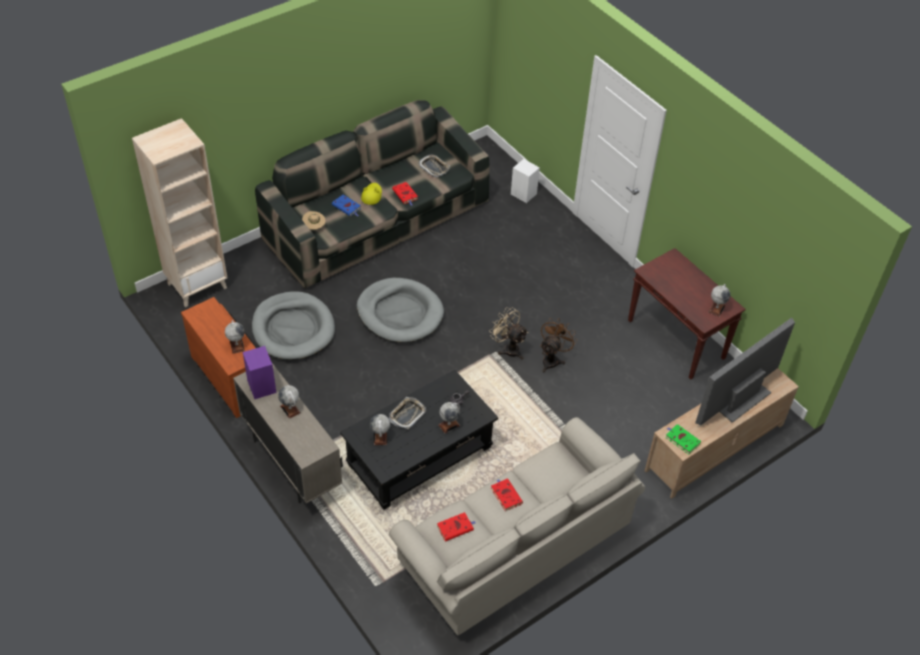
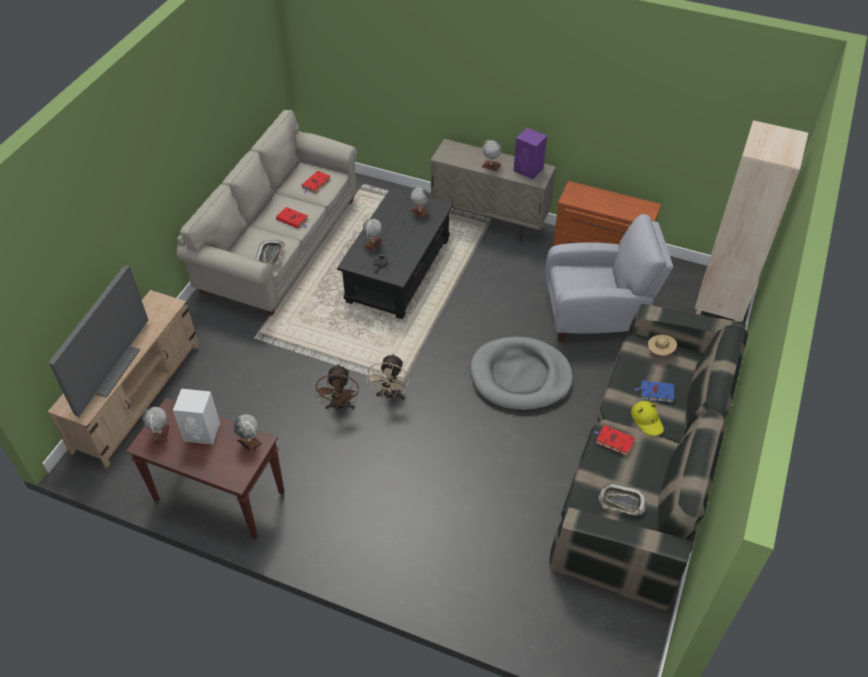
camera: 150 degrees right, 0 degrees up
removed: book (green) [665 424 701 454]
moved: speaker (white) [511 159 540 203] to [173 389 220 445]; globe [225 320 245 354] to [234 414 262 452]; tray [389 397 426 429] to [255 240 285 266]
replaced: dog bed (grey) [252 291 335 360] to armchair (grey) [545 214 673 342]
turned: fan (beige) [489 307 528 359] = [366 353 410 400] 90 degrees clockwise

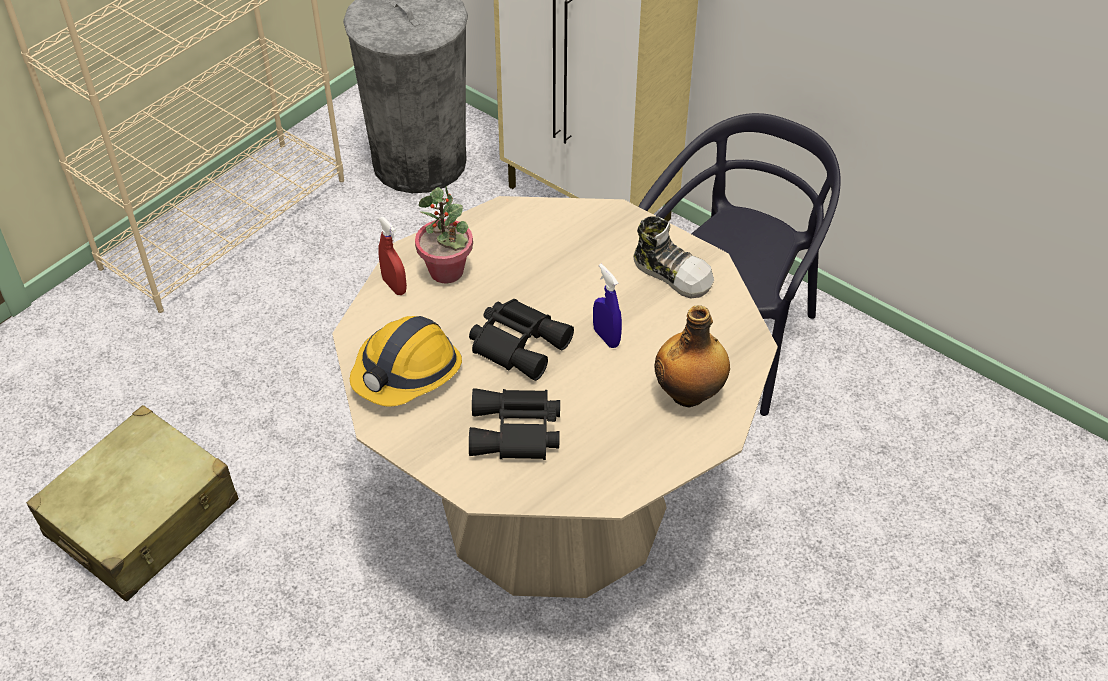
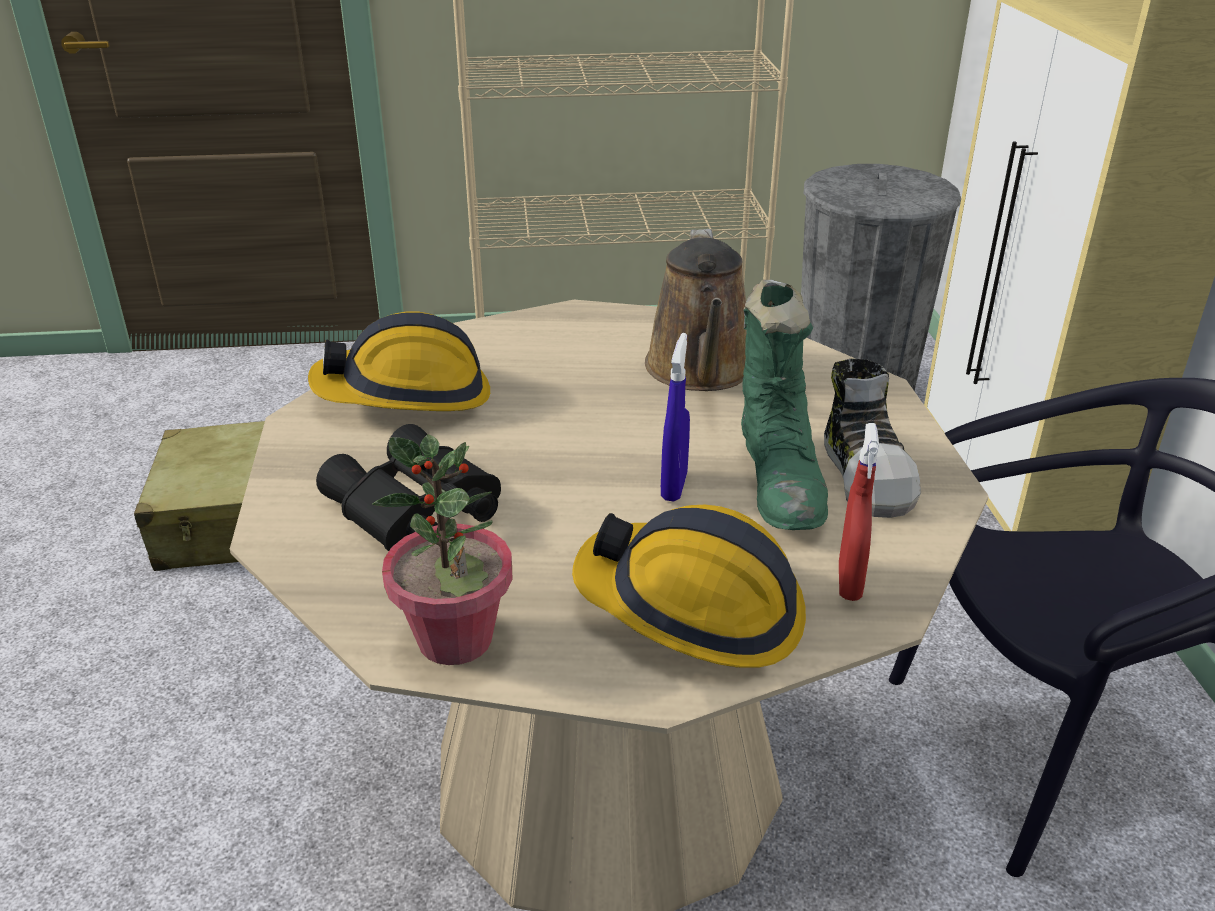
camera: 45 degrees right, 15 degrees down
removed: binoculars (black) [469 299 574 381]
added: watering can (brown) [645 229 747 391]; boot (green) [741 280 828 530]
moved: potted plant [415 186 473 283] to [372 434 512 665]; spray bottle (red) [378 217 407 295] to [839 423 879 601]
replaced: bottle [654 305 730 408] to hard hat [572 505 806 668]

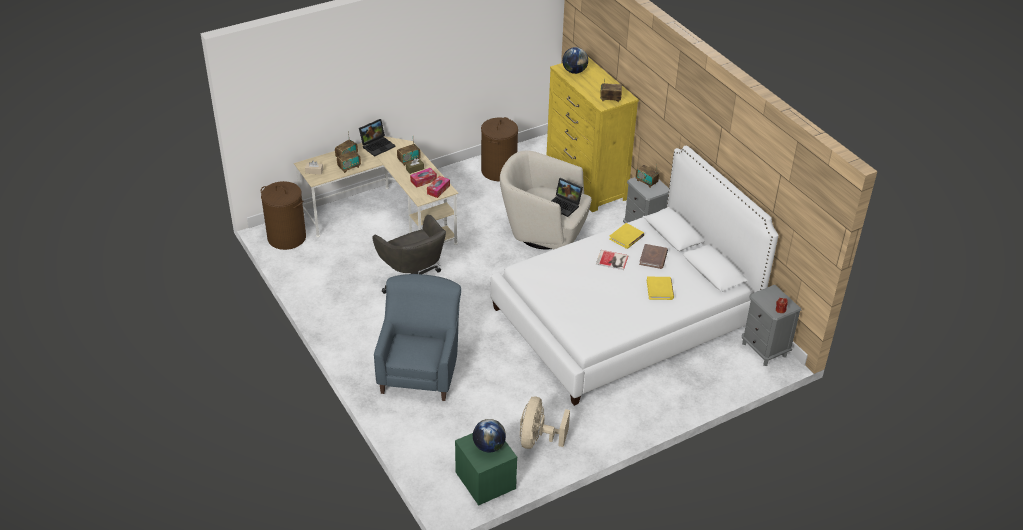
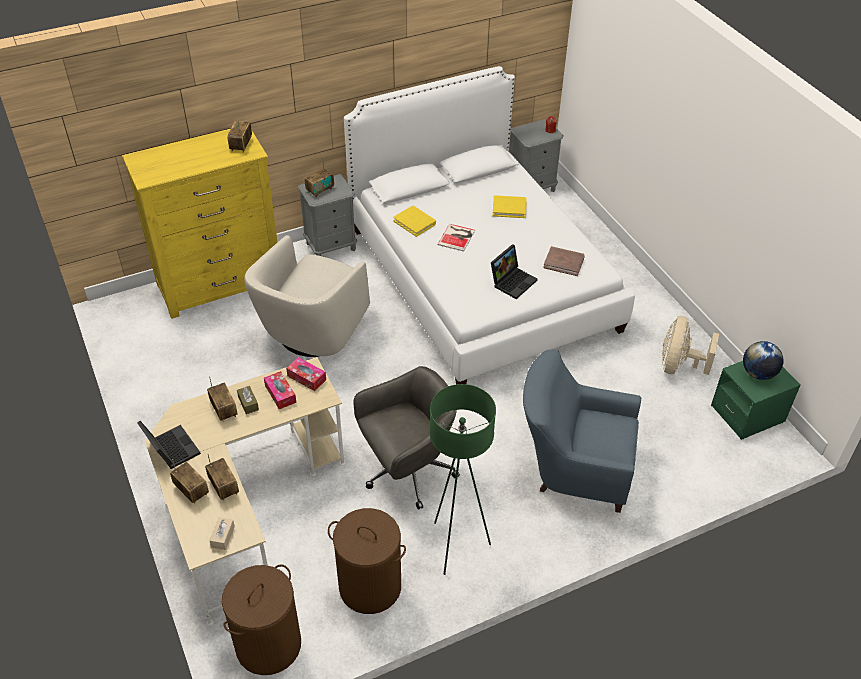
camera: 85 degrees left, 5 degrees up
removed: globe [562 47 588 74]
added: floor lamp (green) [429 384 496 575]
moved: laundry basket (brown) [481 117 518 181] to [328 508 406 614]; laptop [552 178 583 217] to [491 244 538 299]; book (brown) [639 244 668 269] to [543 246 585 276]
turned: fan (beige) [520 397 570 449] = [662 316 719 375] 90 degrees clockwise

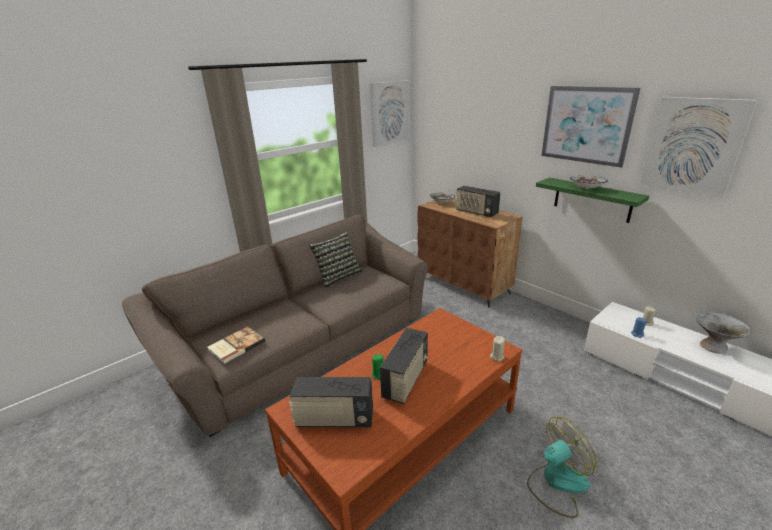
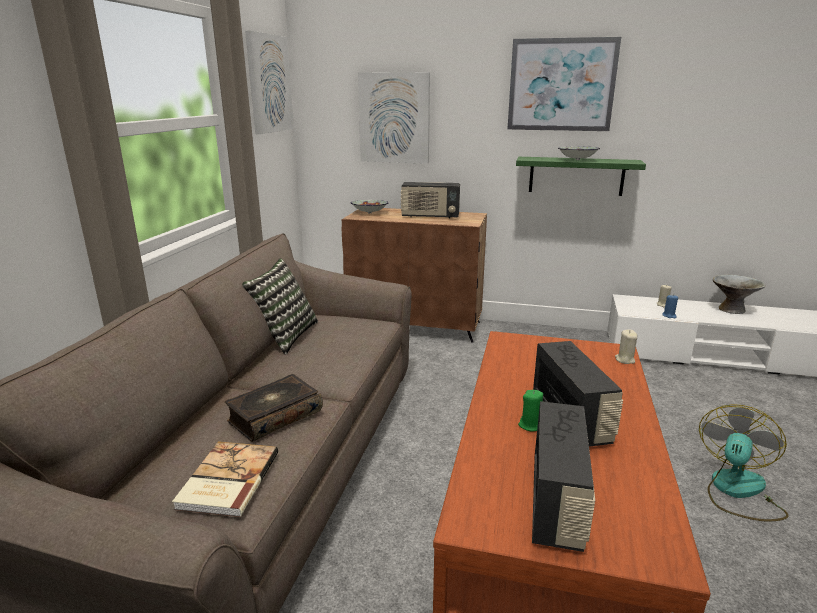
camera: 35 degrees left, 5 degrees down
added: book [225 374 323 442]
moved: picture [640 97 758 198] to [358 72 430 164]
turned: radio [289 377 373 427] = [532 401 595 552] 45 degrees counterclockwise

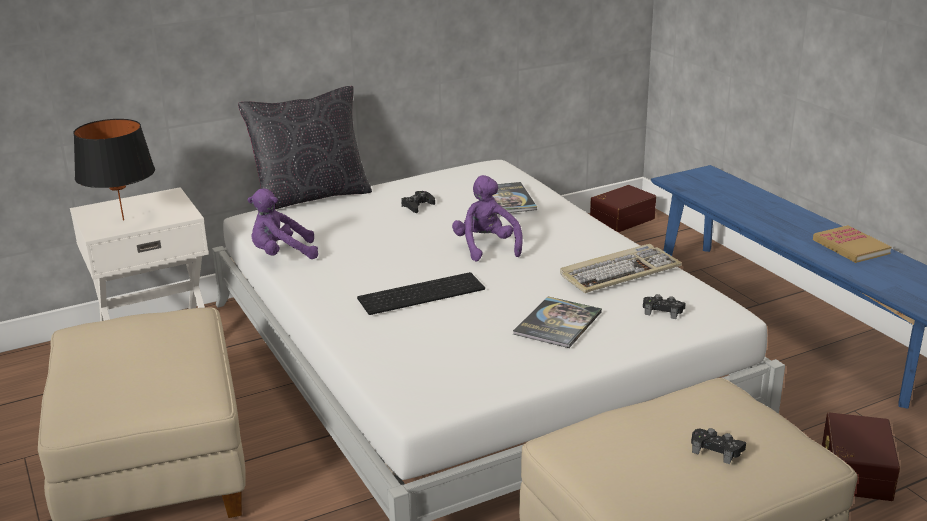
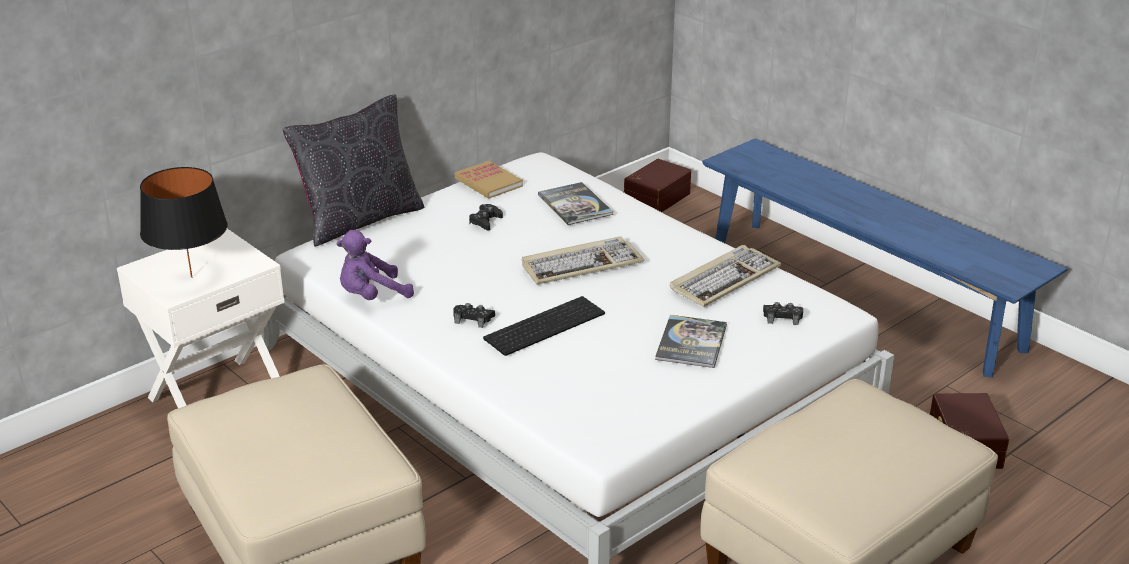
camera: 15 degrees left, 5 degrees up
moved: game controller (black) [691 428 746 464] to [453 303 495 328]; book [813 225 891 263] to [455 161 523 199]
replaced: plush toy (purple) [452 175 523 262] to keyboard [522 236 644 285]

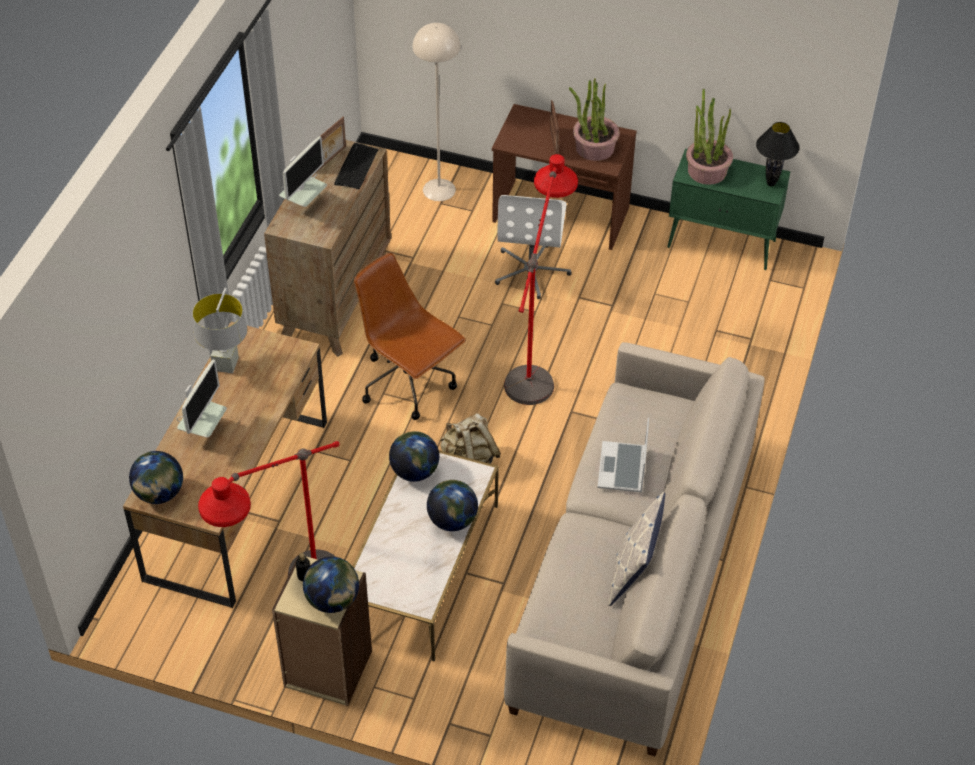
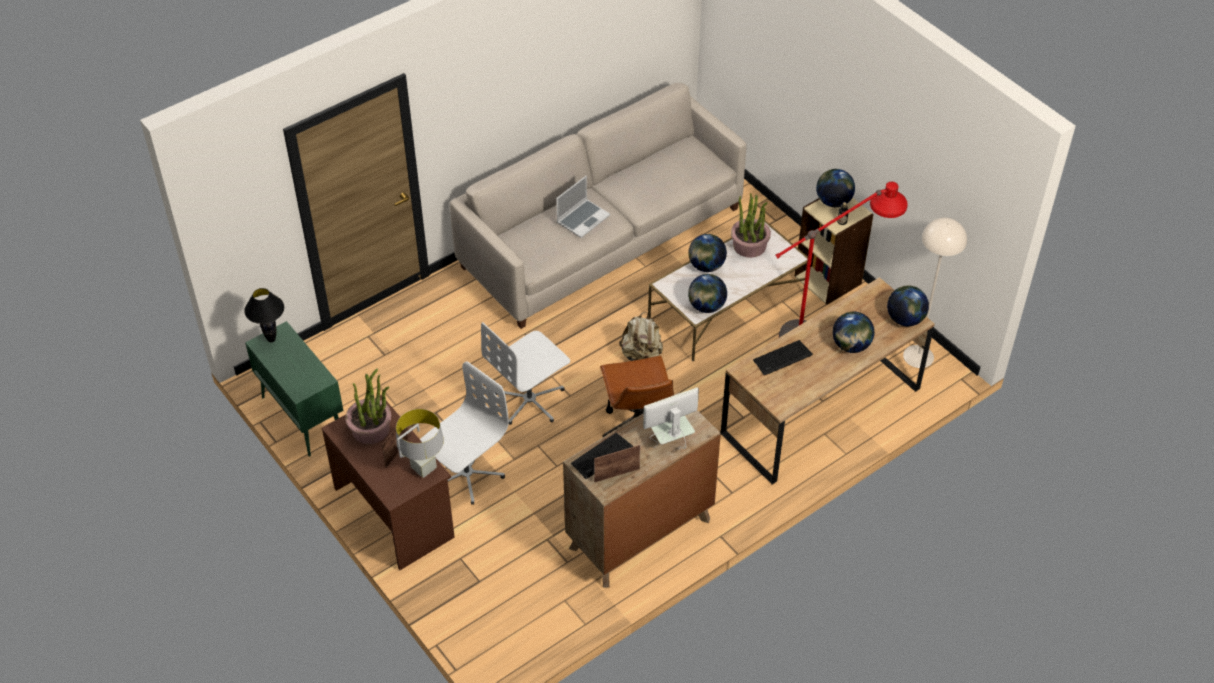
camera: 145 degrees left, 0 degrees up
removed: pillow [608 492 665 606]
added: keyboard [753 340 813 375]
moved: table lamp (grey) [193 288 247 373] to [396 409 444 478]; potted plant [686 89 733 185] to [731 193 771 258]; floor lamp (beige) [412 23 461 201] to [903 218 967 368]
replaced: floor lamp (red) [504 154 578 405] to office chair (white) [481 322 570 425]; monitor [177 360 227 438] to globe [832 312 874 353]

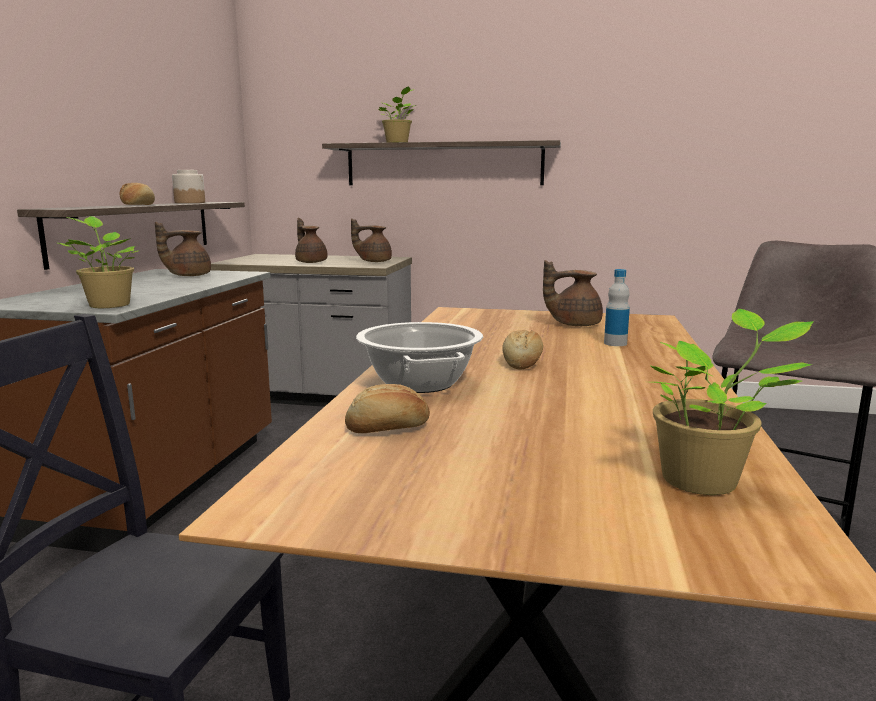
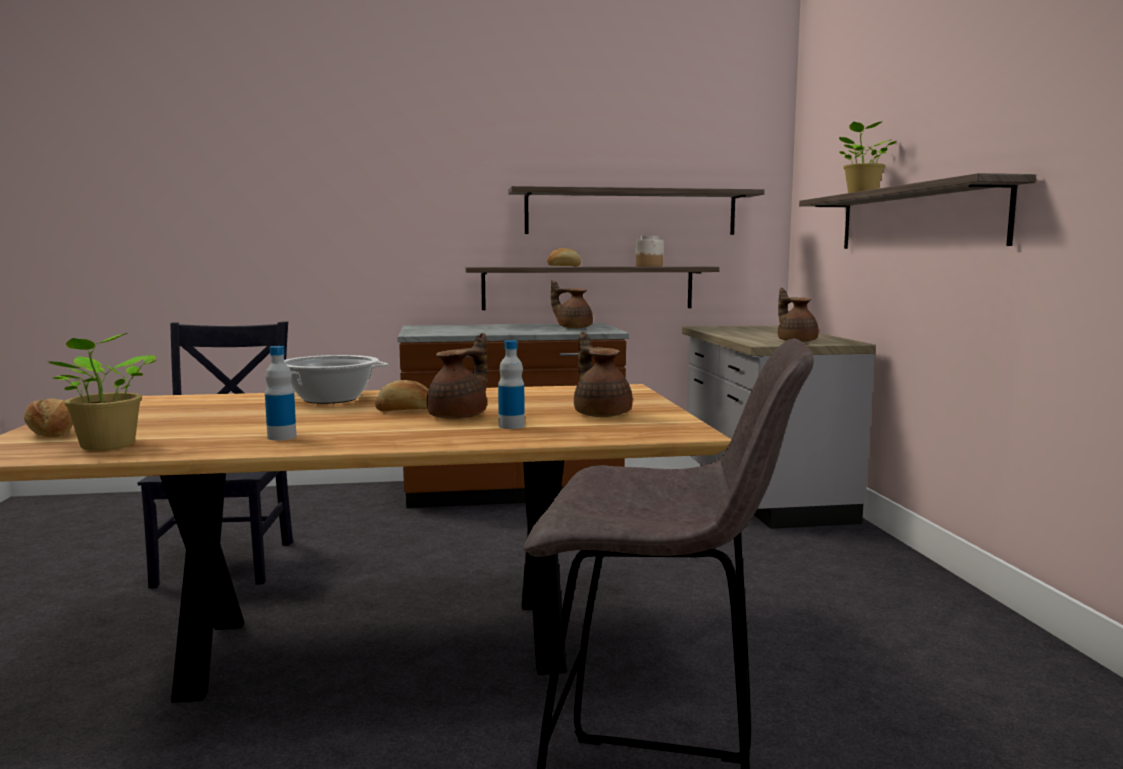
camera: 70 degrees right, 5 degrees down
removed: potted plant [58 216 141 308]
added: bottle [265 346 296 440]; shelf [508 186 765 235]
moved: bread [345 384 430 433] to [24 399 73 437]; teapot (brown) [295 218 327 263] to [427 333 488 419]

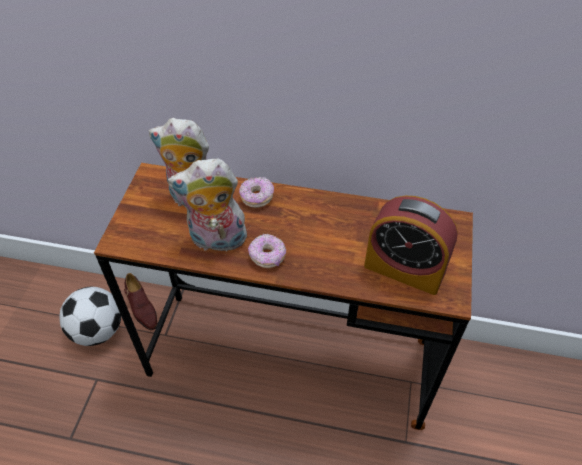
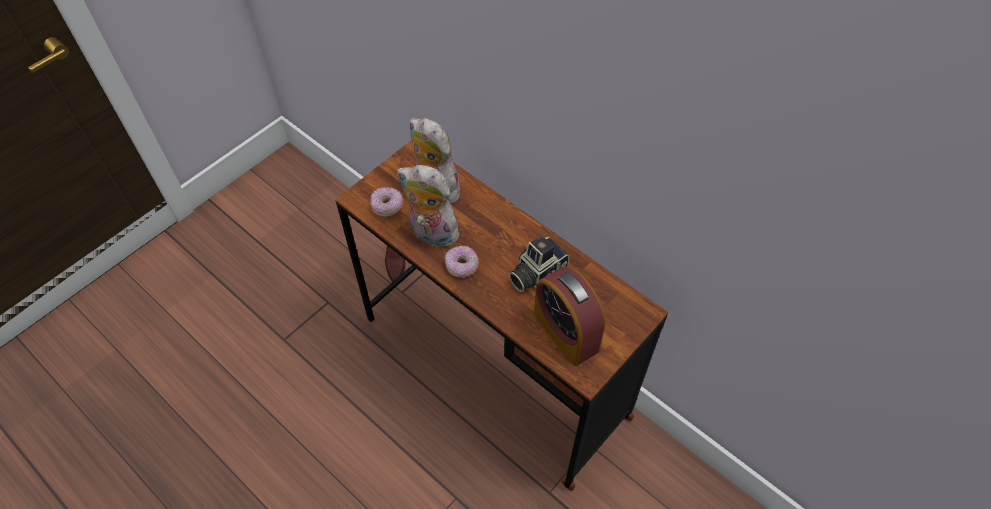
camera: 30 degrees right, 5 degrees up
removed: football [59 287 121 346]
added: photo camera [509 236 569 292]
moved: donut [239 177 274 208] to [370 187 403 217]

